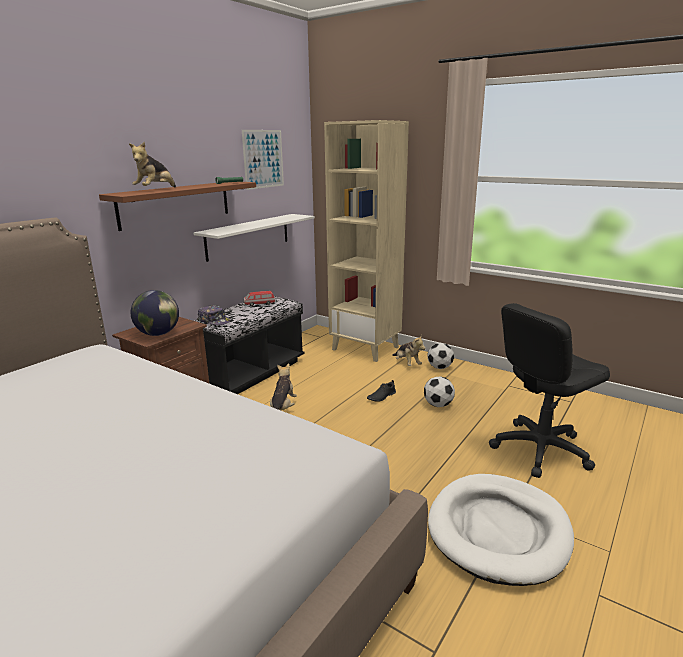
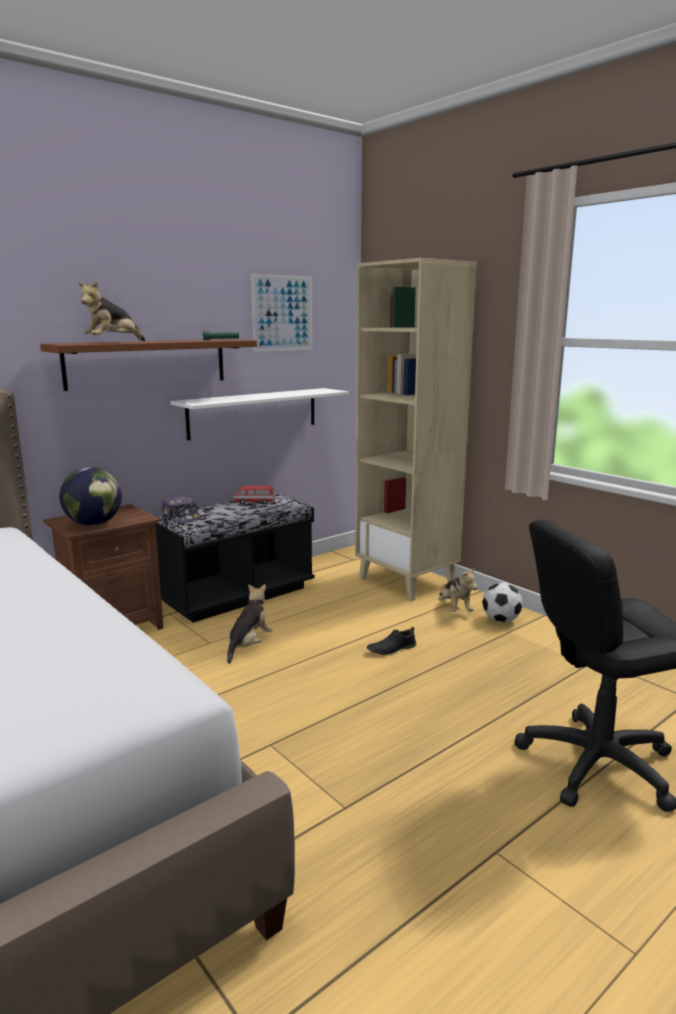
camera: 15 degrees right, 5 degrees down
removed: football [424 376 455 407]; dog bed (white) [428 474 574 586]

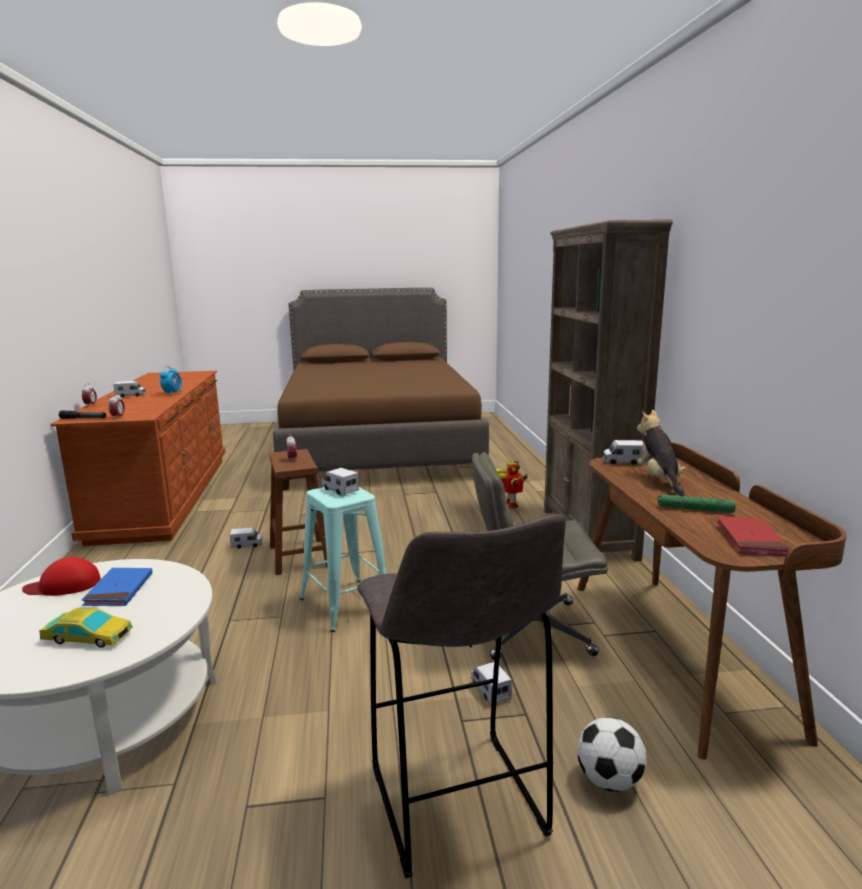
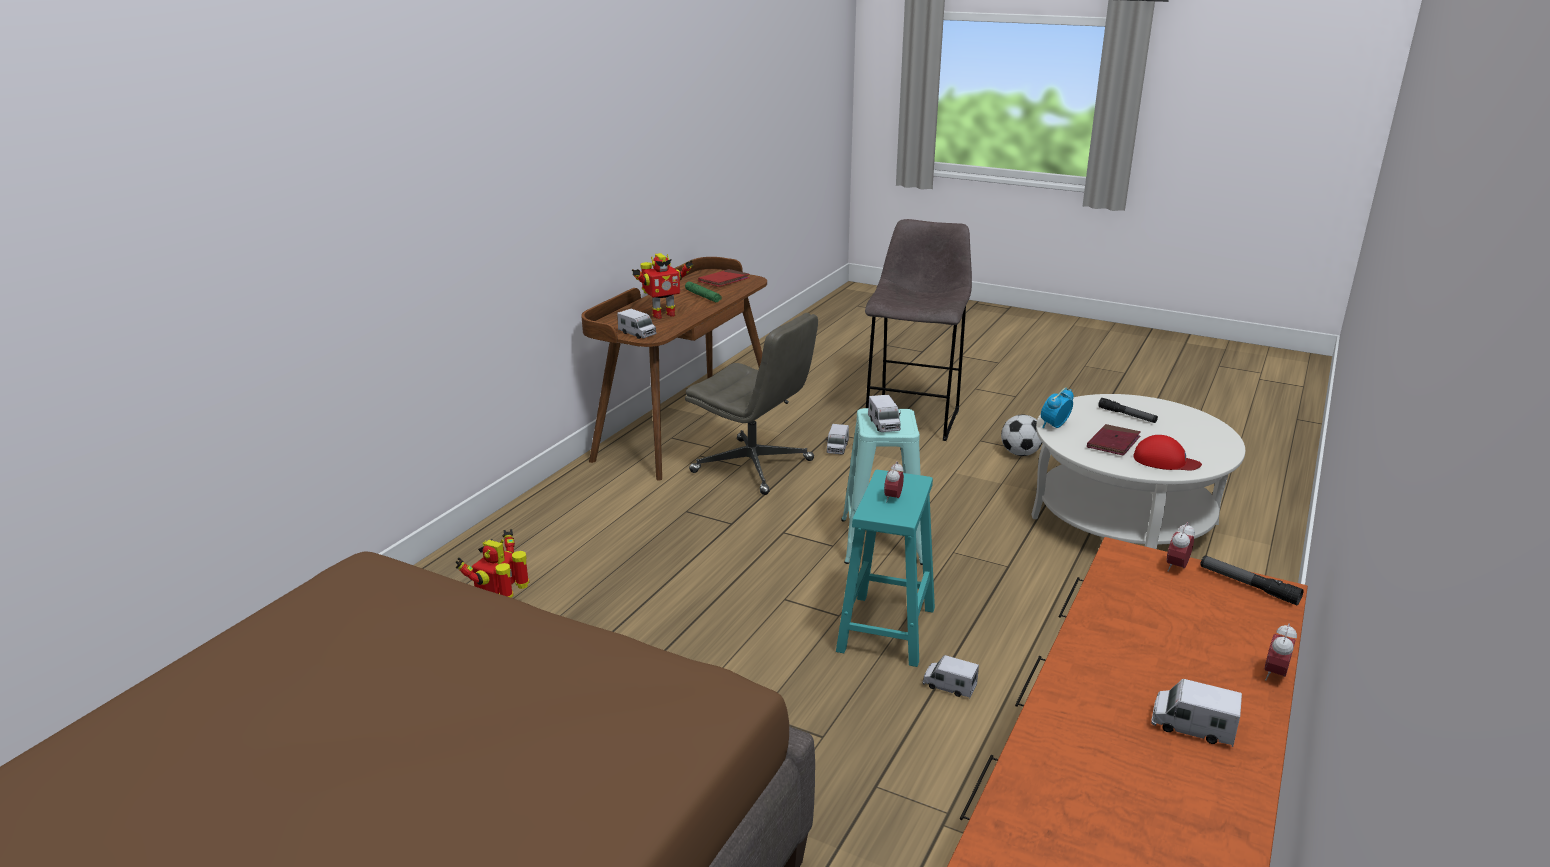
camera: 145 degrees left, 10 degrees up
removed: bookcase (brown) [544 220 673 561]
moved: football [577 717 647 792] to [1001 414 1042 456]; alarm clock [160 366 182 395] to [1041 388 1074 429]
replaced: plush toy [637 409 685 496] to toy robot [632 253 693 319]; toy car [39 608 133 648] to flashlight [1098 398 1158 423]
recoloured: stool (brown) [269 449 327 575] to stool (turquoise) [836 470 935 667]; book (blue) [82 568 153 606] to book (red) [1087 424 1141 456]

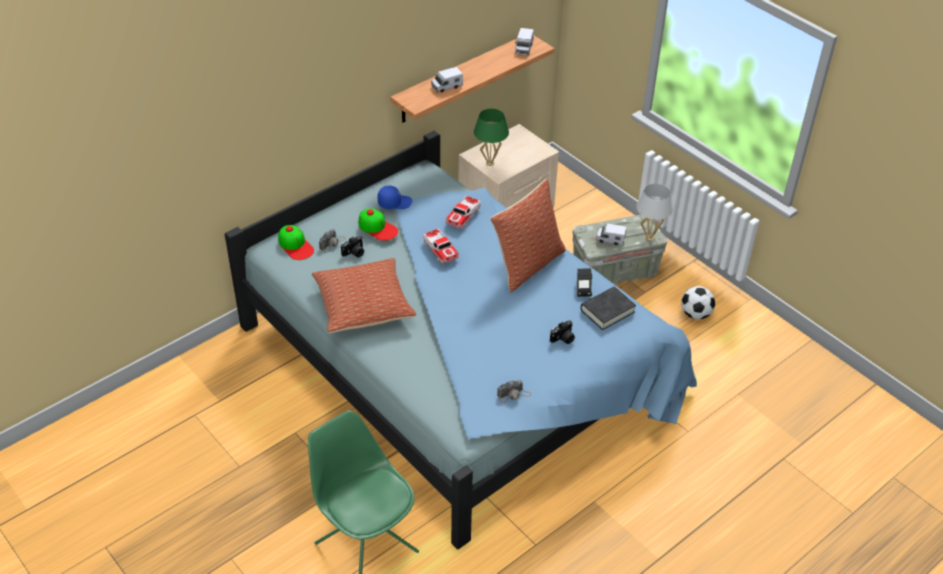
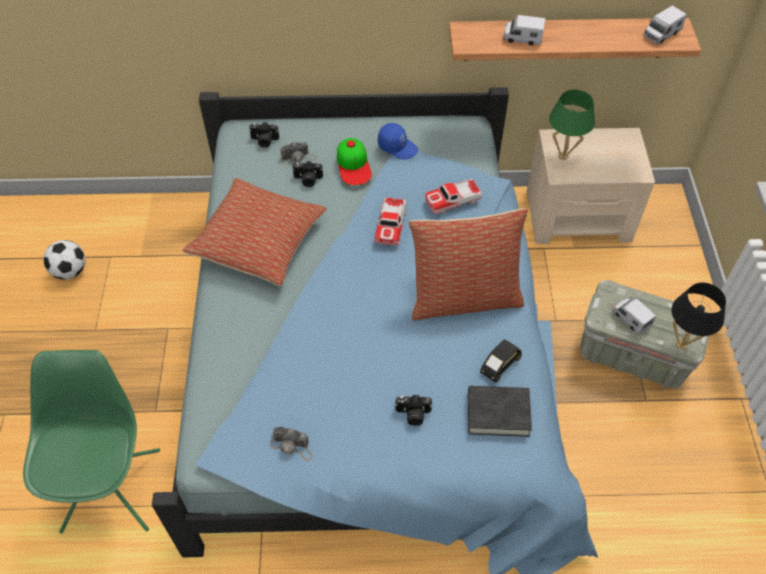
camera: 40 degrees right, 10 degrees up
moved: football [681 286 715 320] to [43 240 86 279]
replaced: cap [278 225 314 260] to photo camera [249 122 279 148]
recoloured: table lamp (white) [636 184 673 241] to table lamp (black) [672 283 726 350]

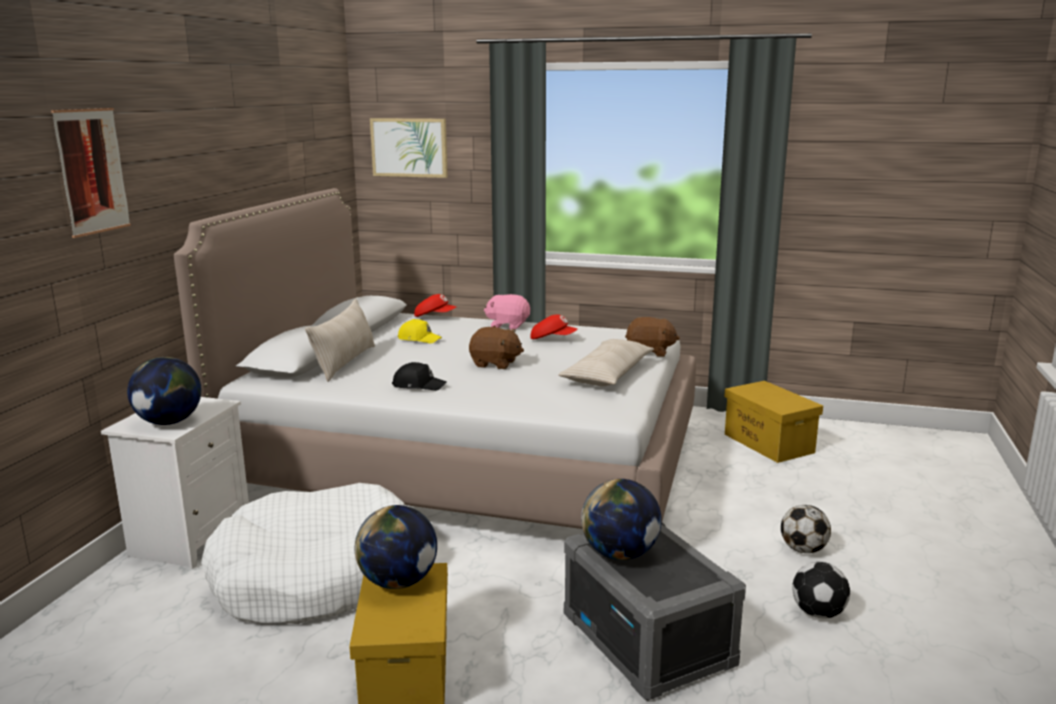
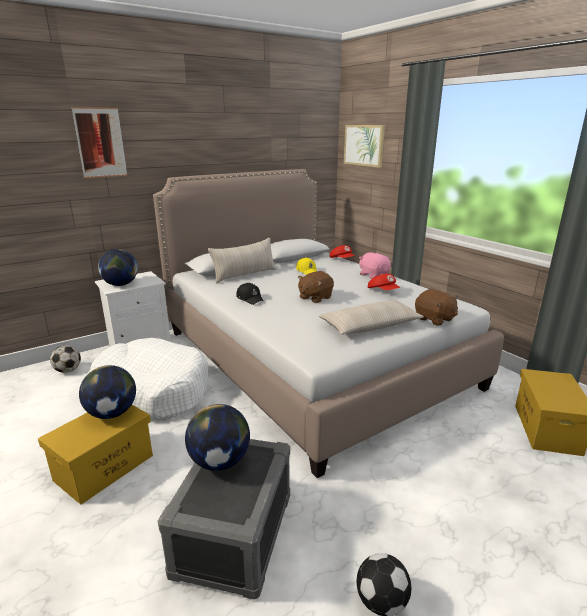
camera: 40 degrees right, 5 degrees up
moved: football [781 505 831 553] to [50 345 81 373]
turned: plush toy (brown) [469 327 524 369] = [298 271 334 303] 75 degrees clockwise

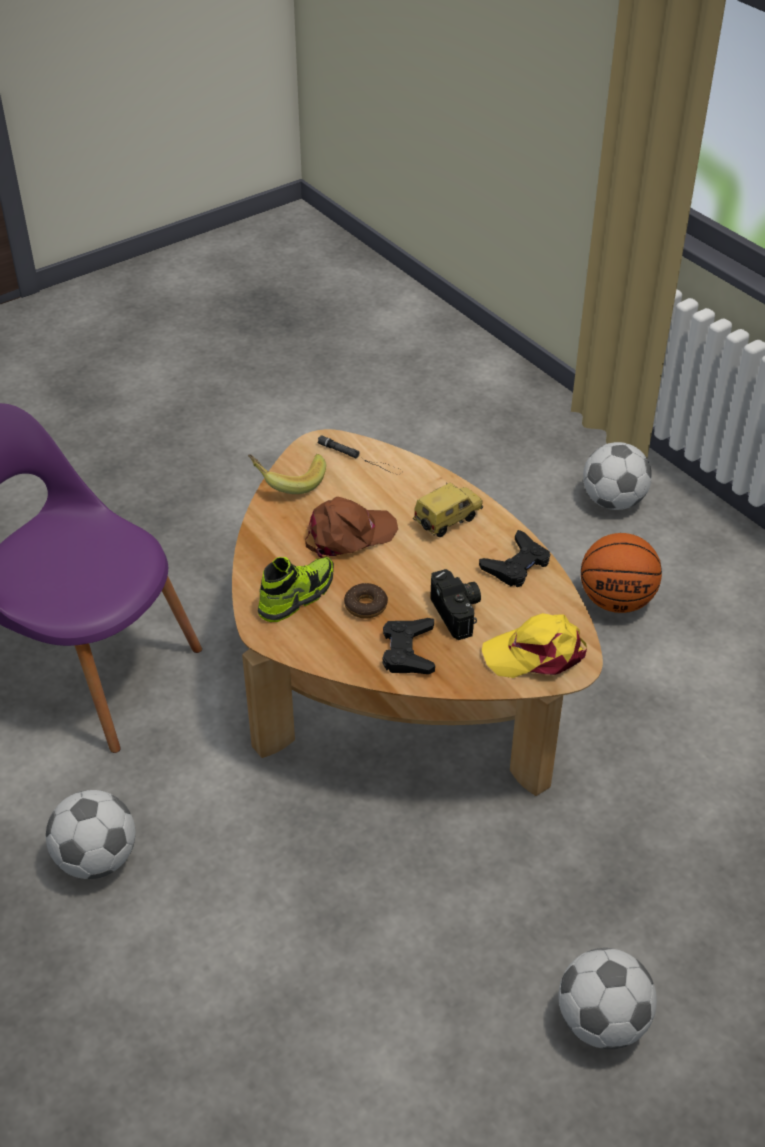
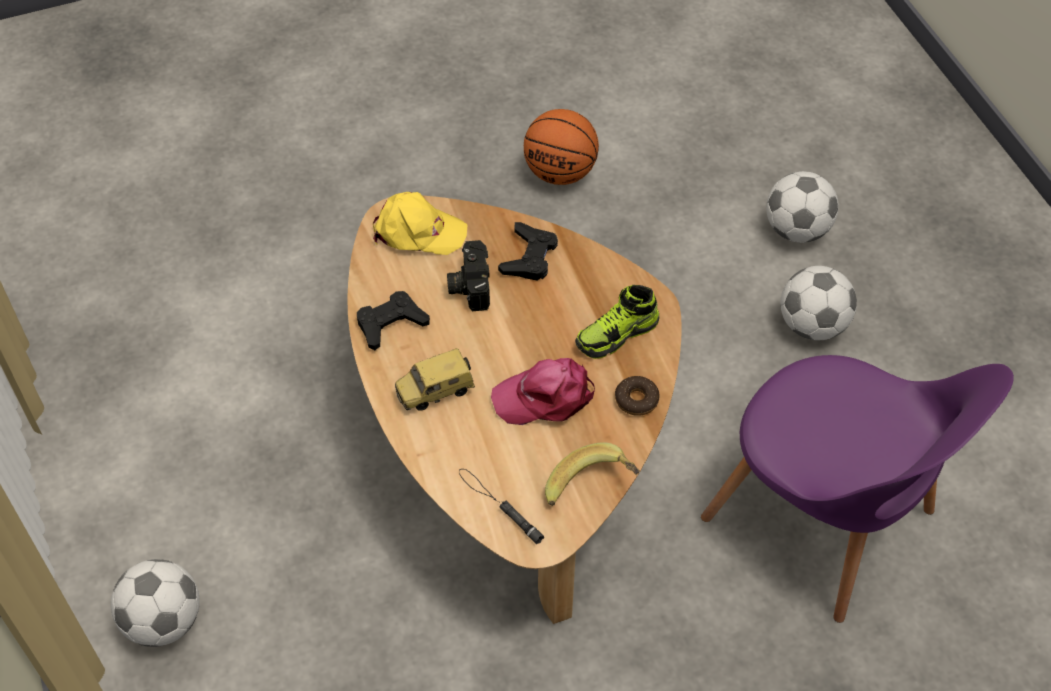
camera: 165 degrees left, 10 degrees up
moved: basketball [581 533 662 613] to [524 109 599 185]; donut [344 583 388 619] to [615 376 660 416]; football [559 948 657 1049] to [766 171 839 243]
recoloured: cap (brown) [305 497 398 558] to cap (pink) [491 358 595 425]

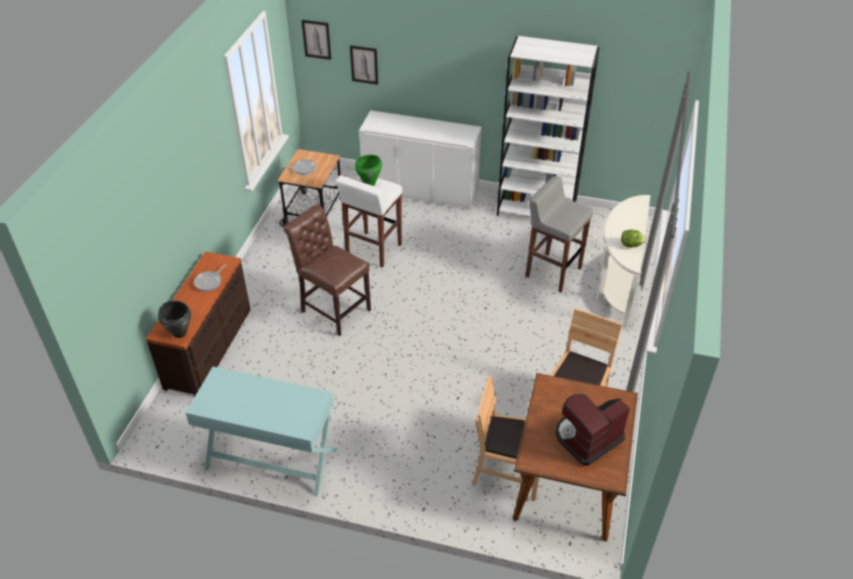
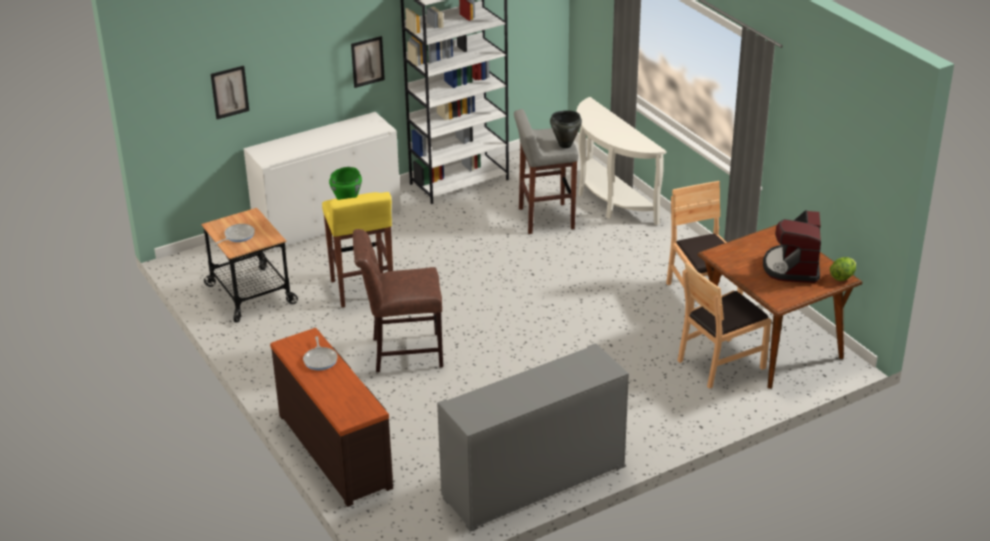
camera: 45 degrees left, 10 degrees down
moved: picture [301 20 331 60] to [351 36 385 88]; cooking pot (black) [158 301 191 338] to [550 110 582 148]; lettuce [621 230 646 248] to [830 257 856 281]
replaced: console table (turquoise) [186 367 337 496] to cabinet (grey) [437 343 629 532]
recoloured: stool (white) [336 175 402 267] to stool (yellow) [322 192 393 308]

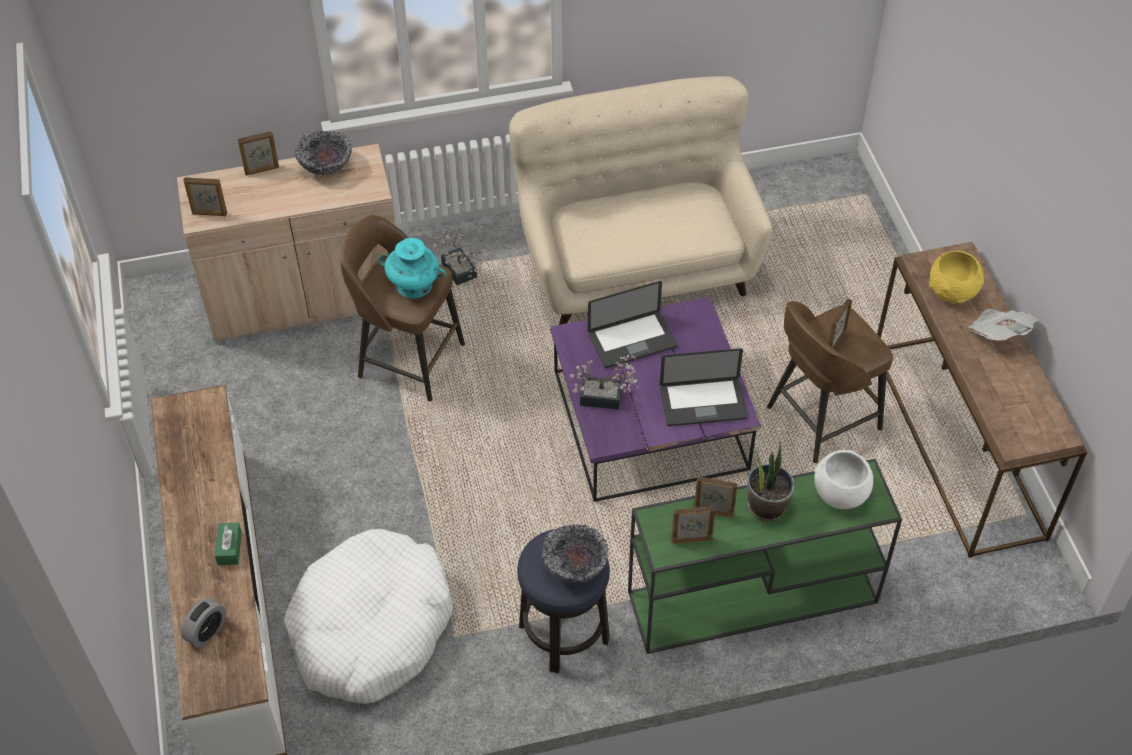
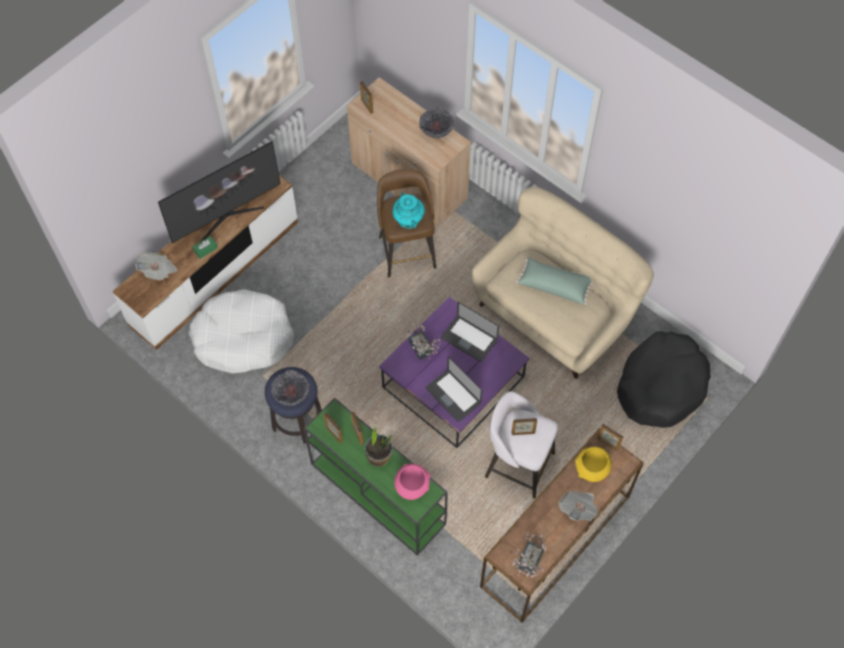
camera: 55 degrees right, 10 degrees up
added: television [158 141 280 243]; pillow (green) [516 257 593 305]; dog bed (black) [617 331 710 428]
moved: potted plant [433 231 486 285] to [512 533 547 578]; picture frame [238 131 279 176] to [597 424 623 451]
replaced: alarm clock [181 598 226 648] to newspaper [135 252 178 281]
recoloured: bowl (white) [814 450 873 509] to bowl (pink) [394 464 431 500]; stool (brown) [767 301 893 463] to stool (white) [485 391 558 499]

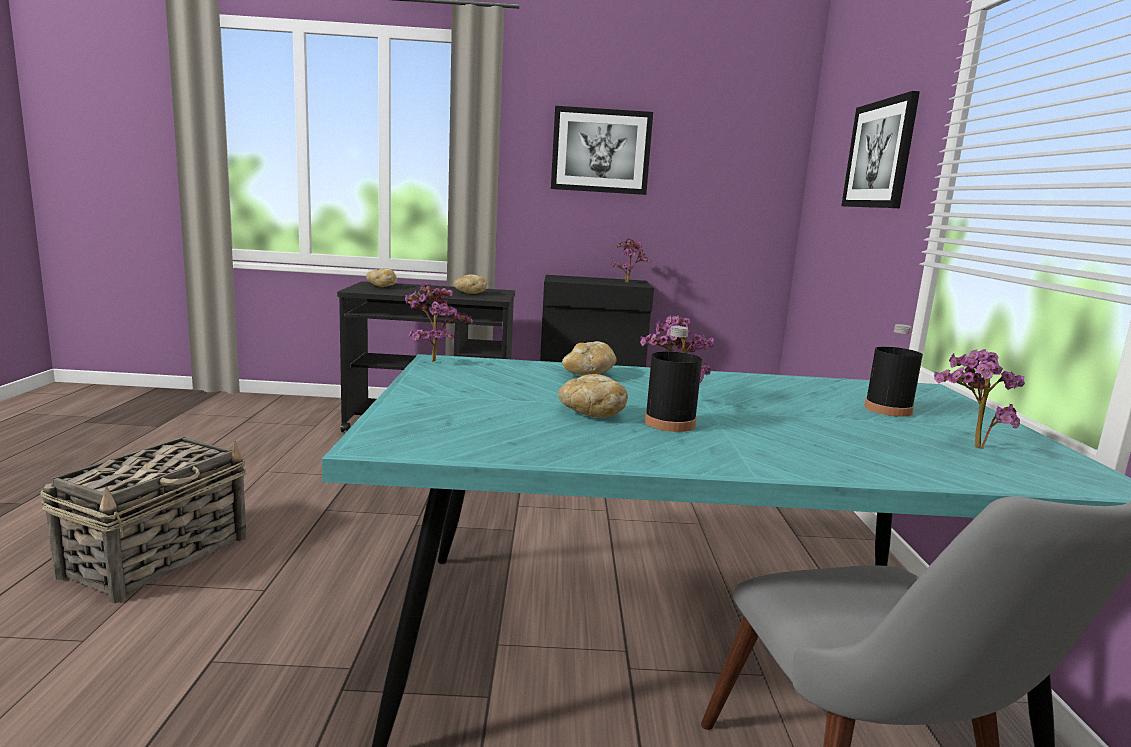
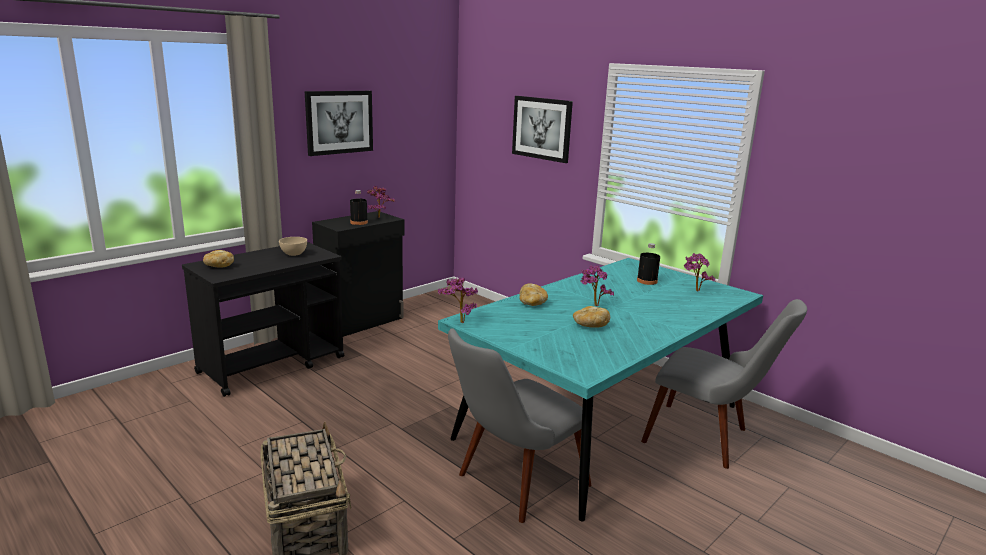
camera: 45 degrees left, 5 degrees up
added: chair (grey) [448 328 591 523]
moved: bottle (black) [645 326 702 432] to [350 190 368 225]
replaced: bread [454 274 487 294] to bowl (beige) [279 237 307 256]

